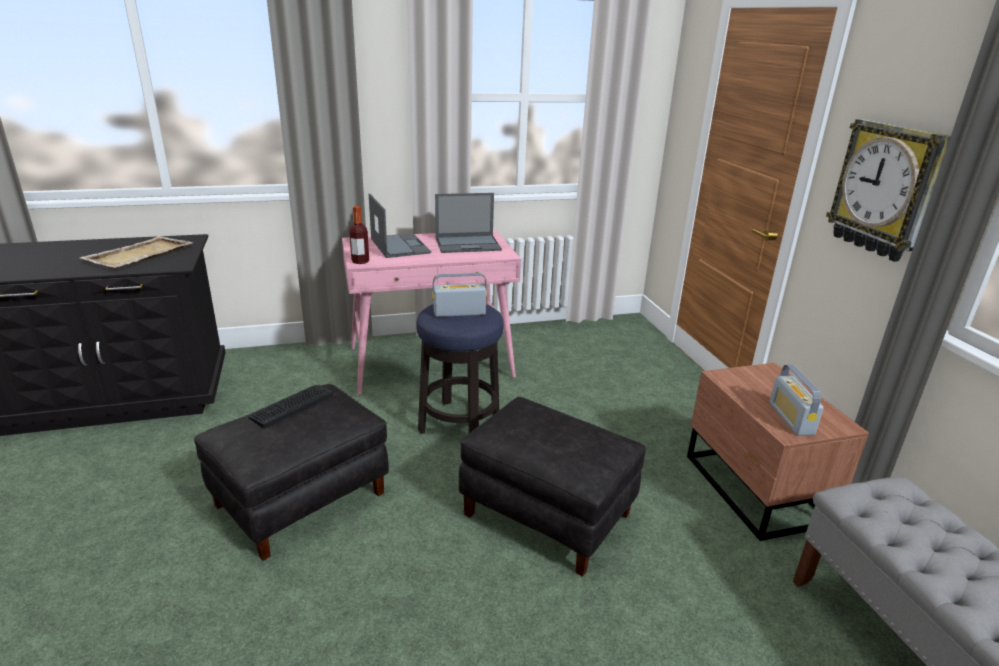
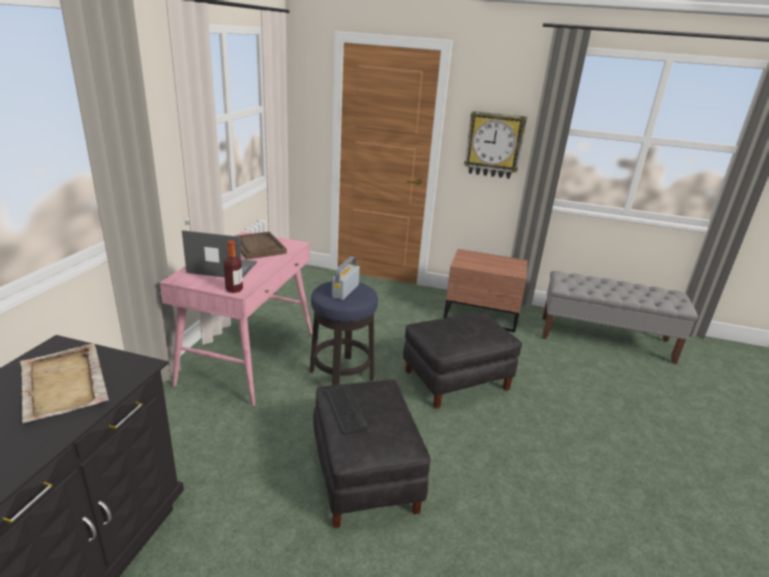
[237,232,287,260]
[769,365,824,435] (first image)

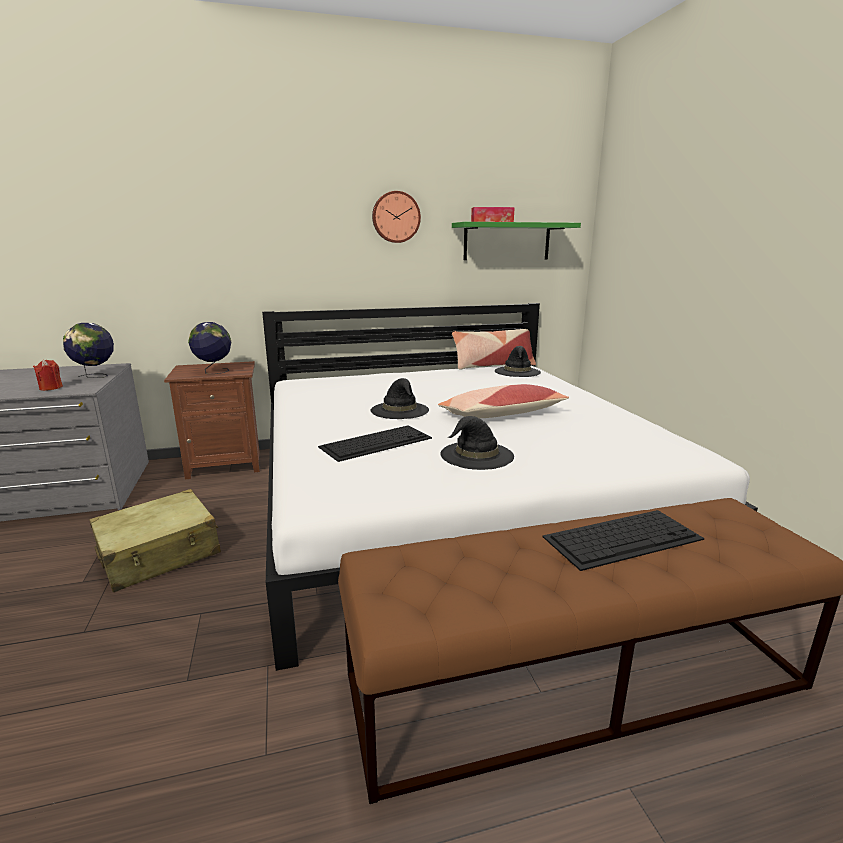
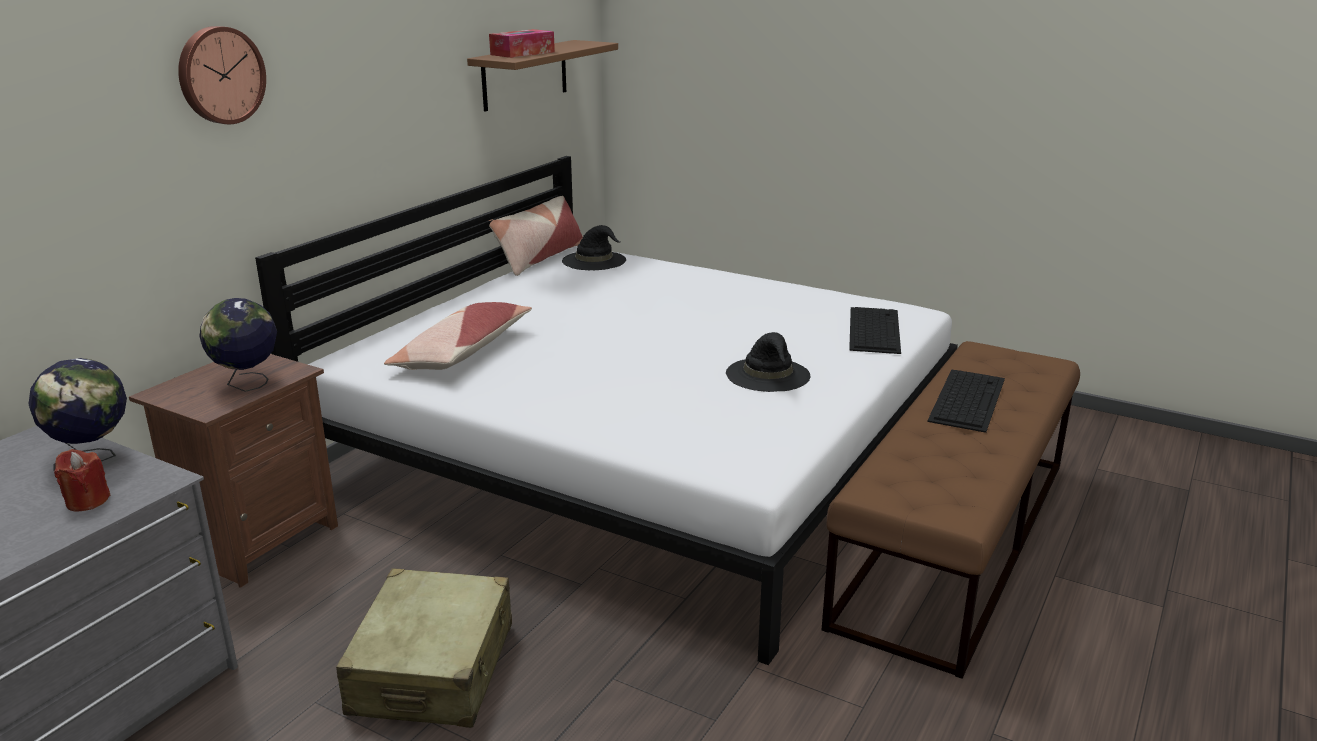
[849,307,901,354]
[370,378,429,419] (first image)
[178,26,266,124]
[384,302,532,370]
[467,40,618,111]

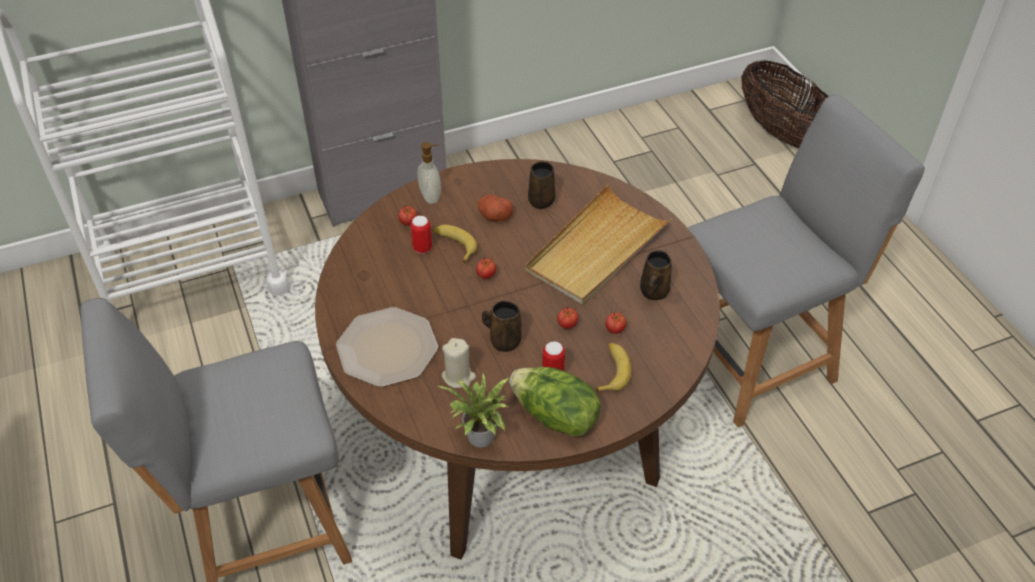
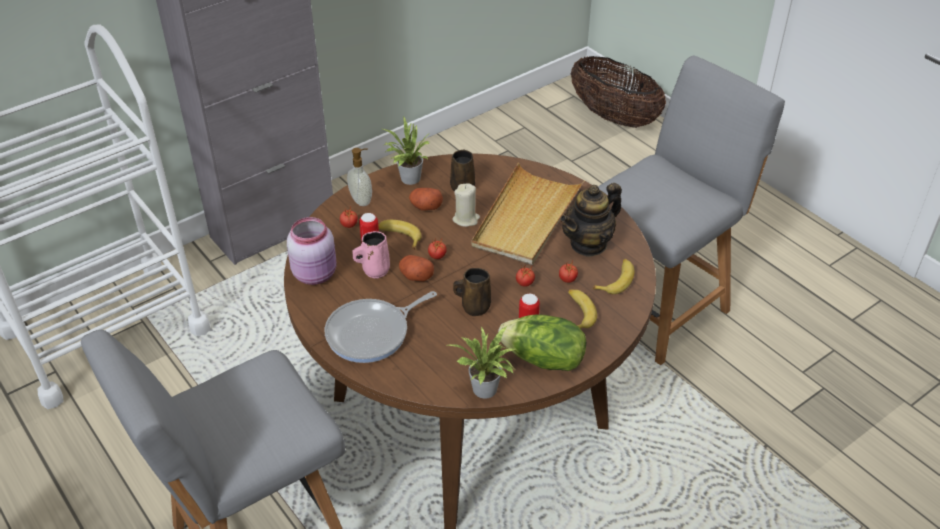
[325,291,437,363]
[452,184,480,227]
[560,183,622,257]
[287,217,337,285]
[352,231,390,279]
[383,116,430,185]
[399,255,434,281]
[593,259,634,294]

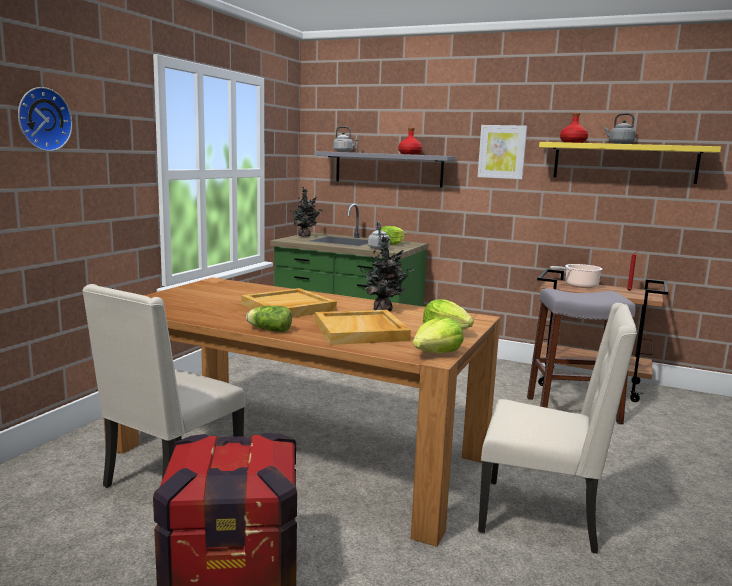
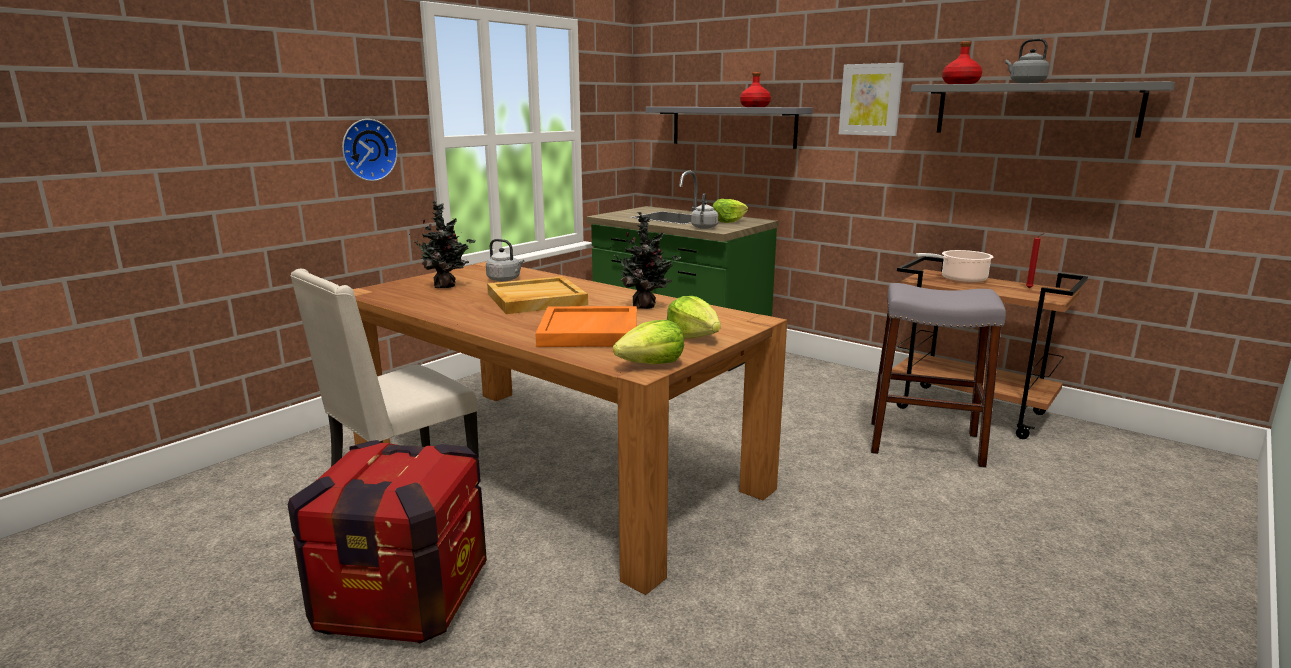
[342,119,398,181]
[246,306,292,332] (first image)
[409,201,475,288]
[535,306,637,347]
[486,239,524,281]
[478,303,637,554] (first image)
[911,81,1175,138]

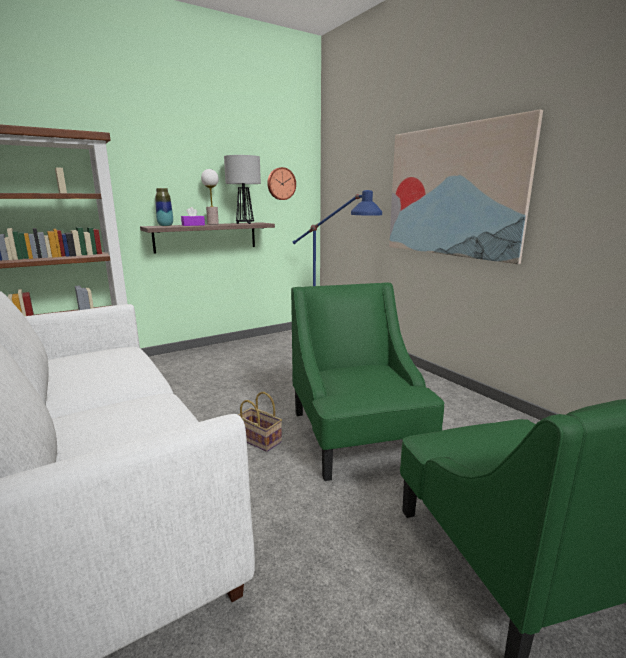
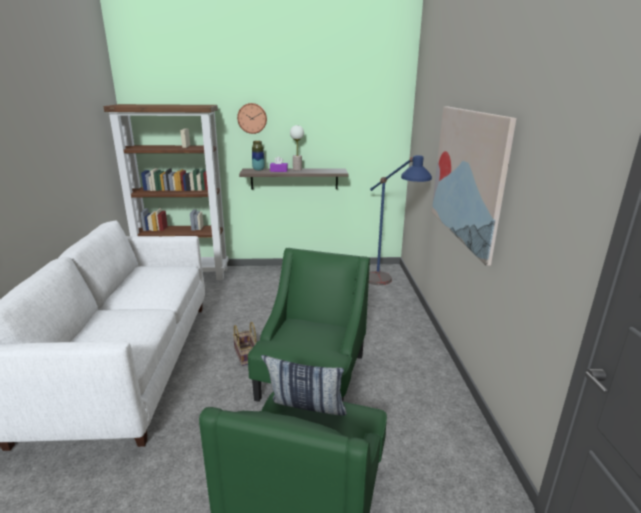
[224,155,261,224] (first image)
[237,103,267,134]
[261,355,347,416]

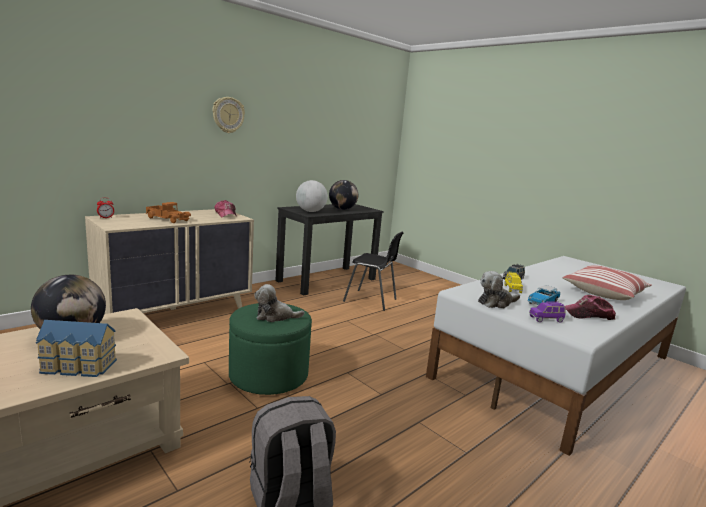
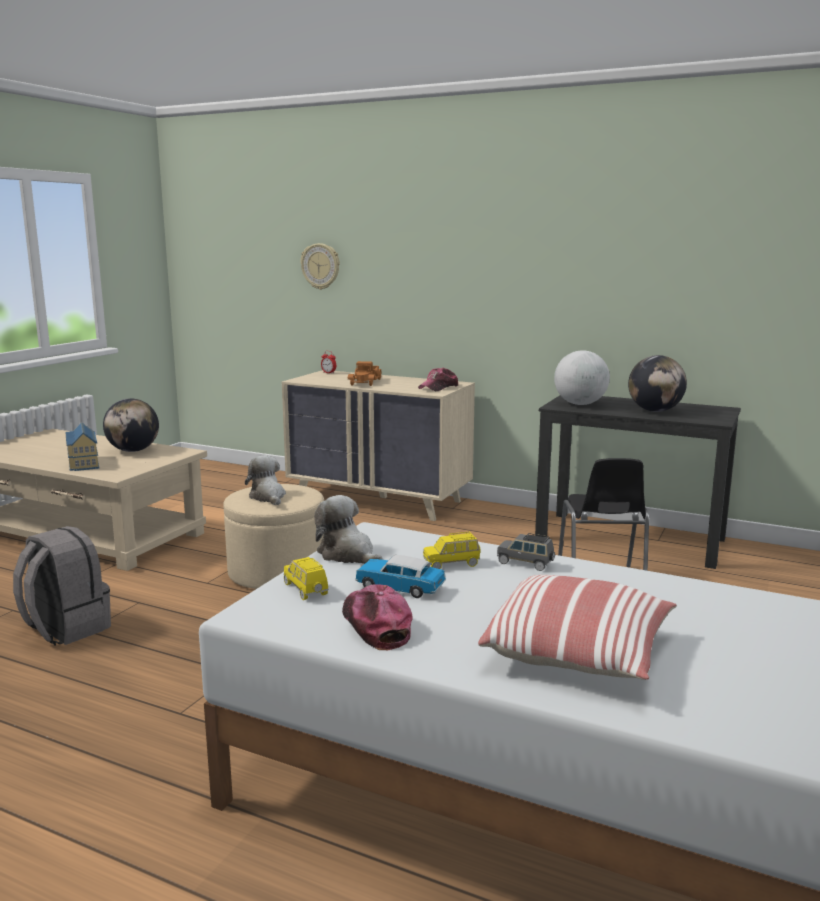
[301,243,340,290]
[223,484,324,589]
[284,557,328,600]

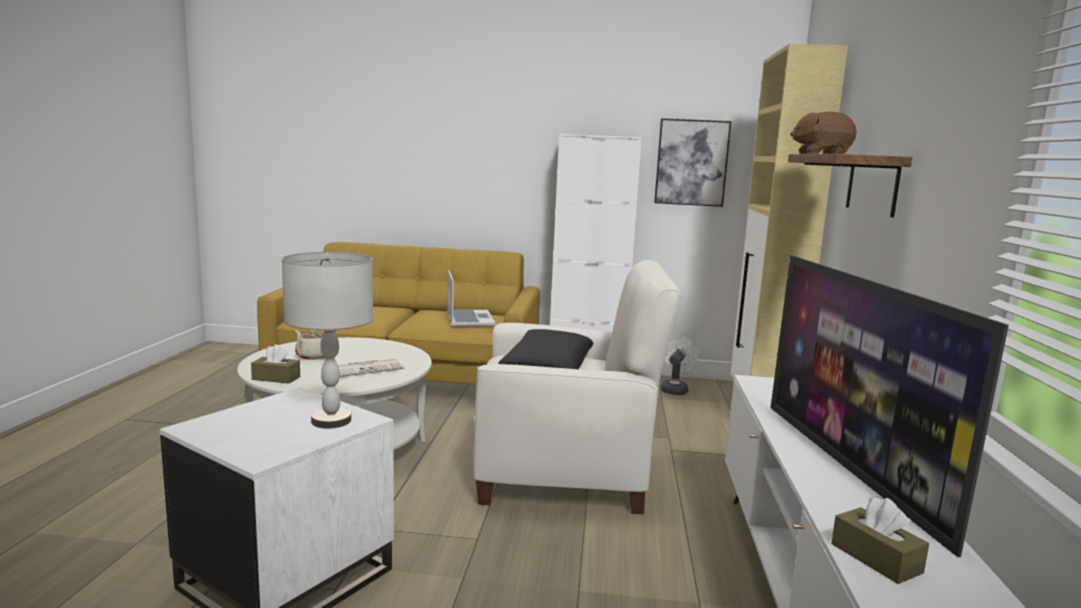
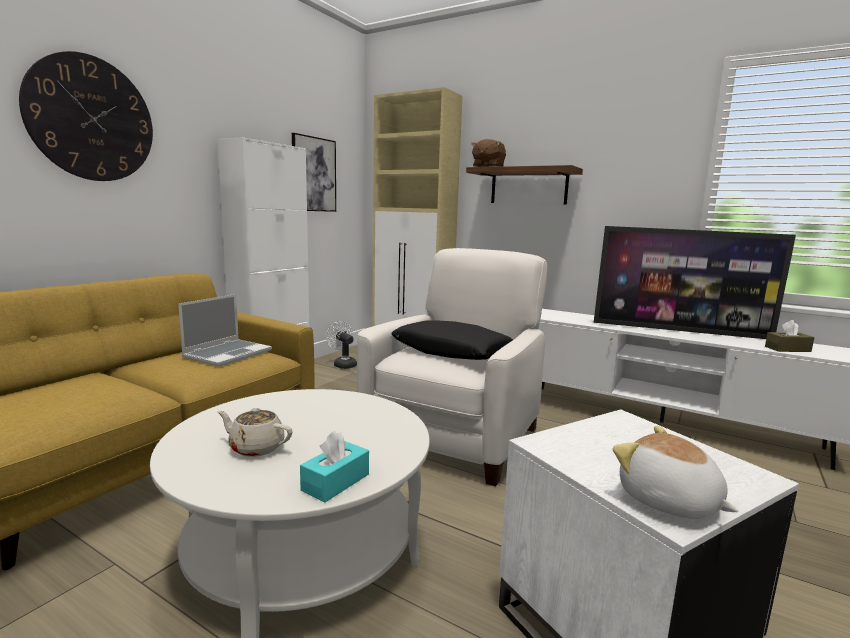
[300,431,369,502]
[282,252,373,429] (first image)
[217,408,293,457]
[338,358,405,377] (first image)
[178,294,272,367]
[19,51,153,181]
[613,426,738,519]

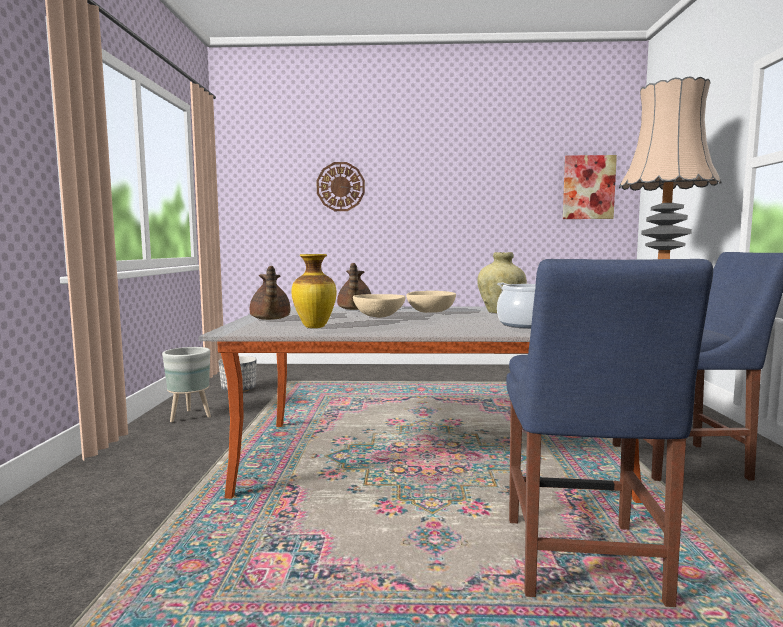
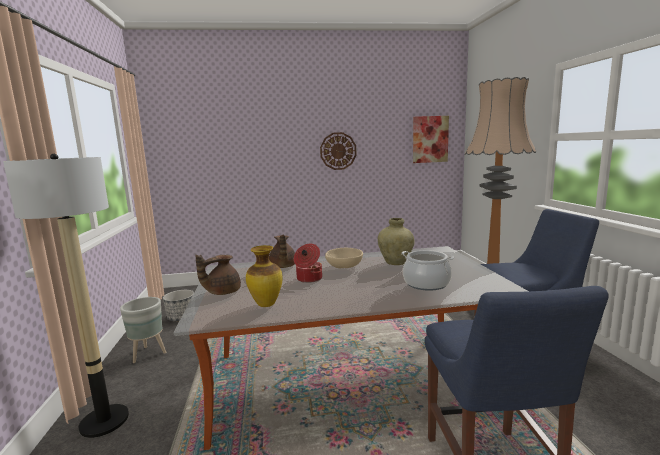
[195,255,241,295]
[320,132,356,170]
[294,244,322,283]
[3,154,129,438]

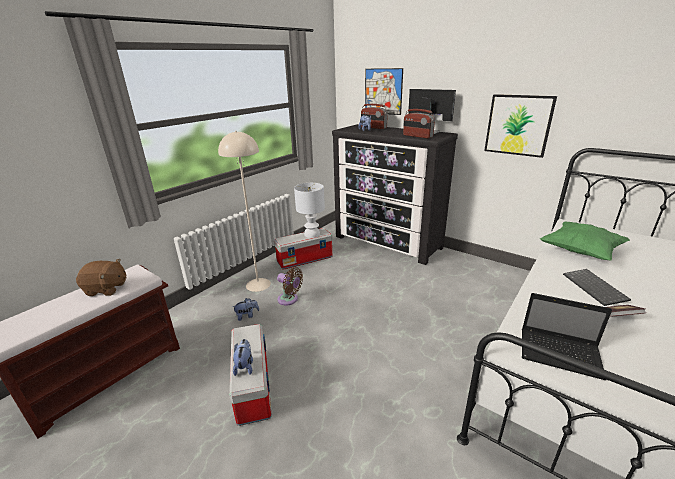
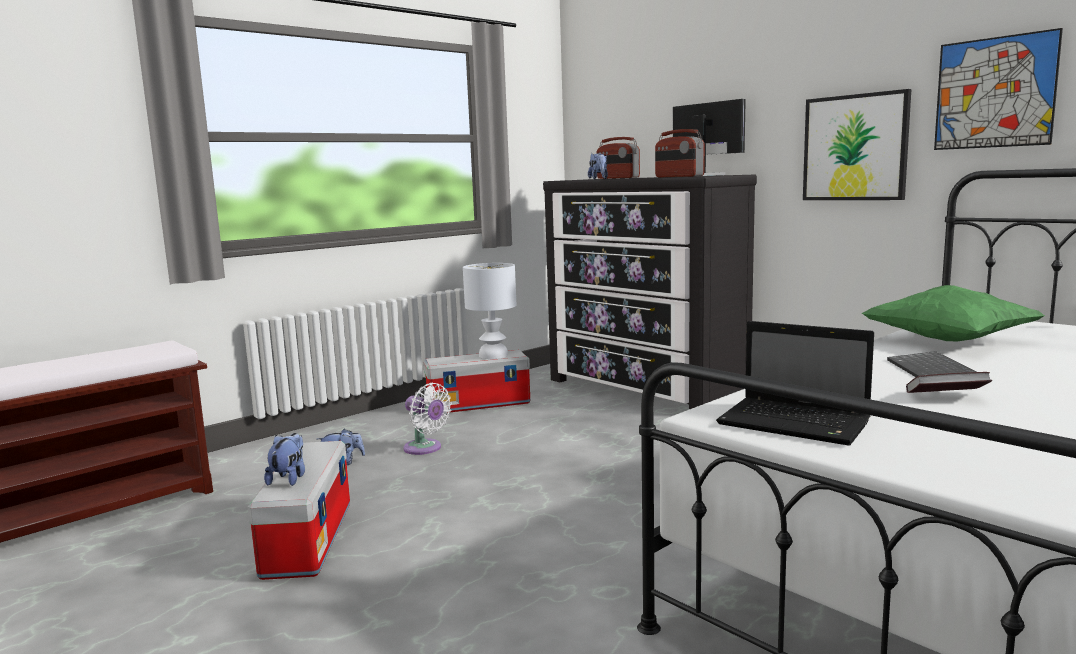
[76,259,127,296] (first image)
[218,131,271,292] (first image)
[403,383,452,455]
[934,28,1063,150]

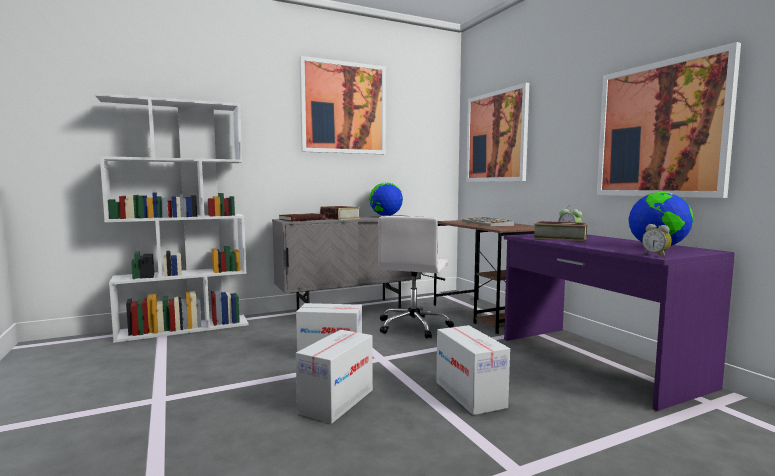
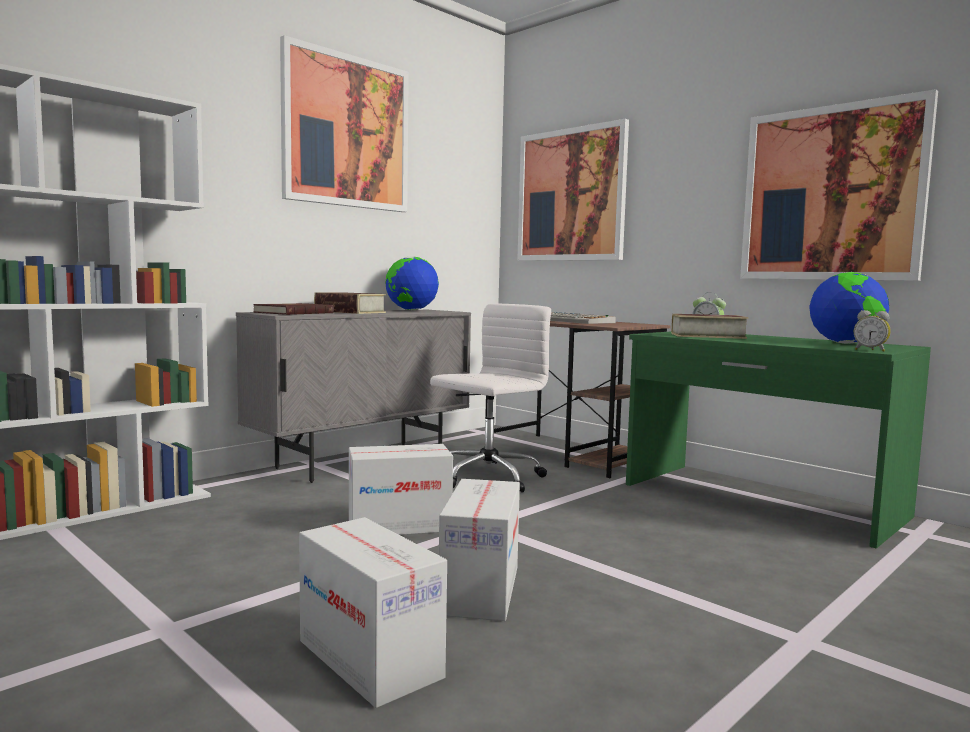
[430,303,551,492]
[299,517,447,708]
[626,331,931,549]

